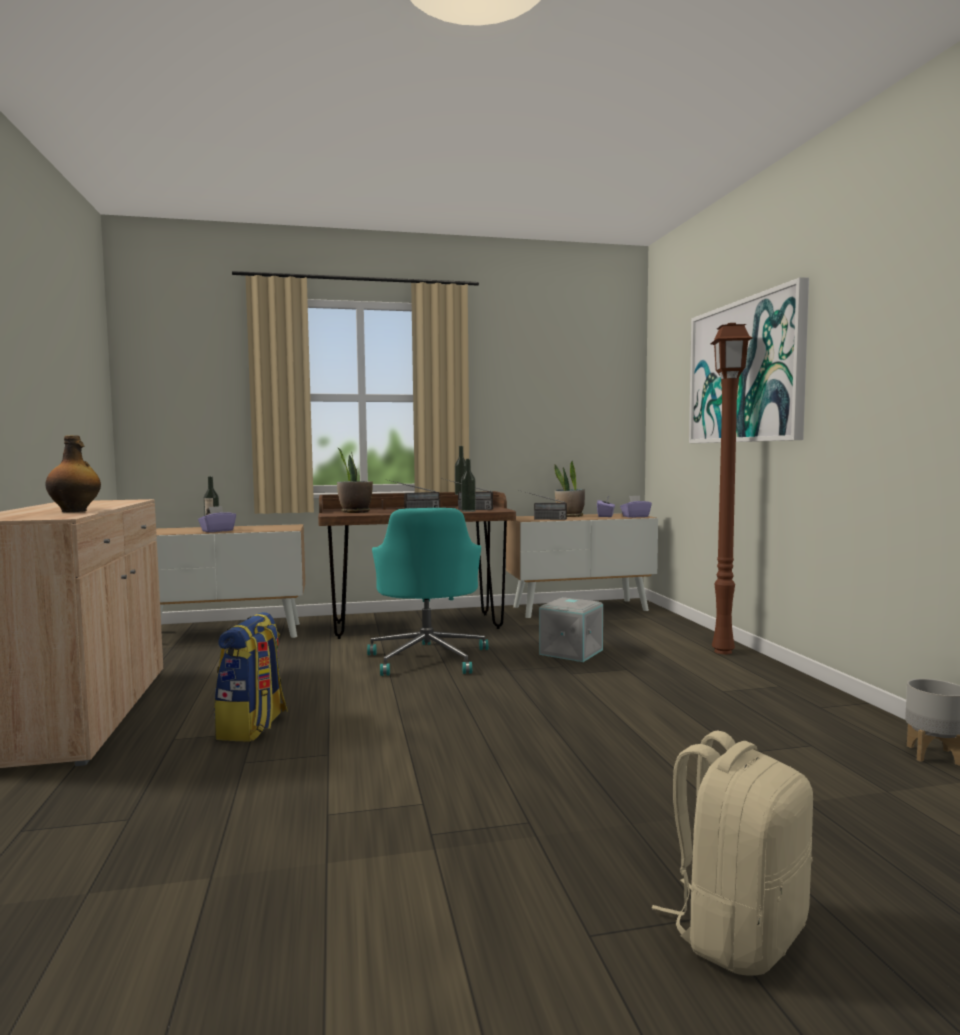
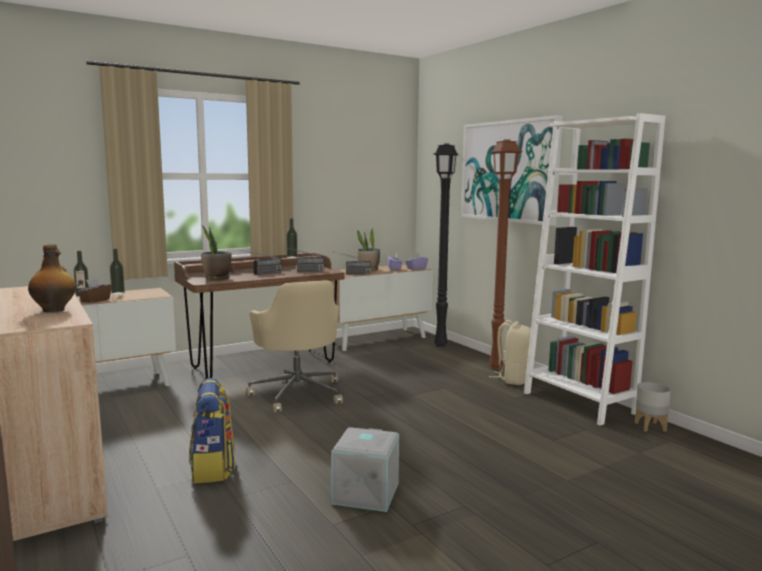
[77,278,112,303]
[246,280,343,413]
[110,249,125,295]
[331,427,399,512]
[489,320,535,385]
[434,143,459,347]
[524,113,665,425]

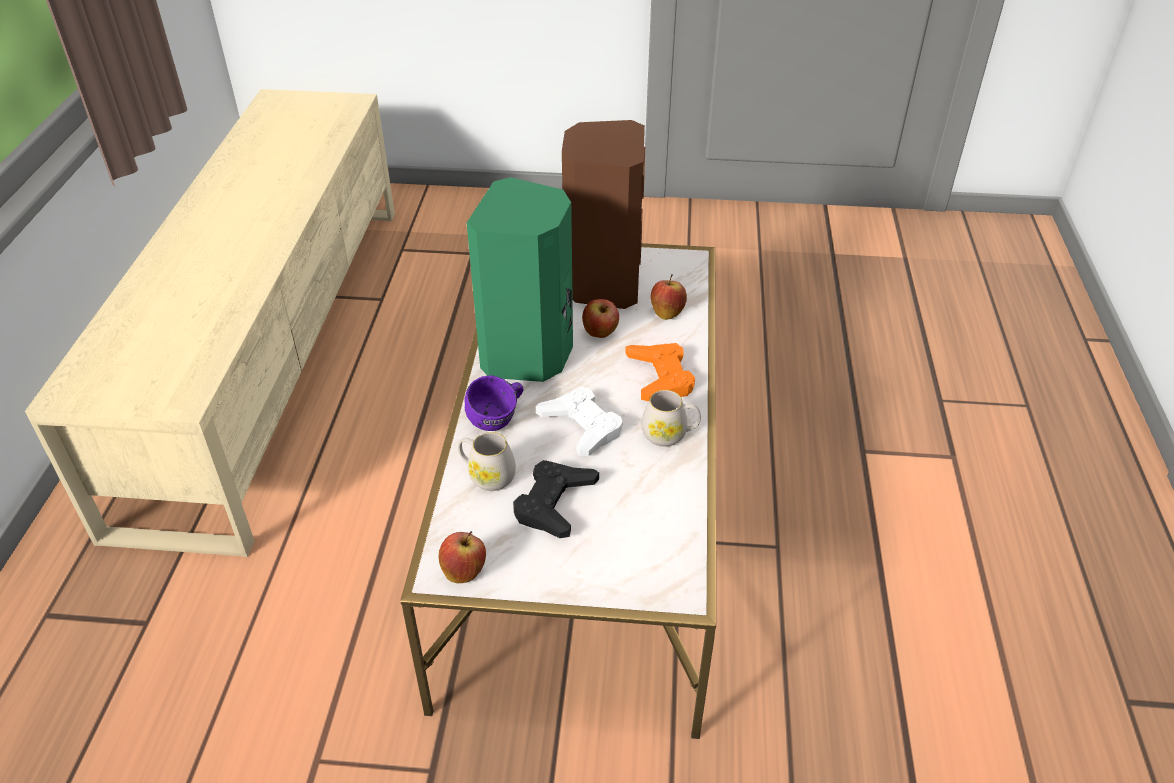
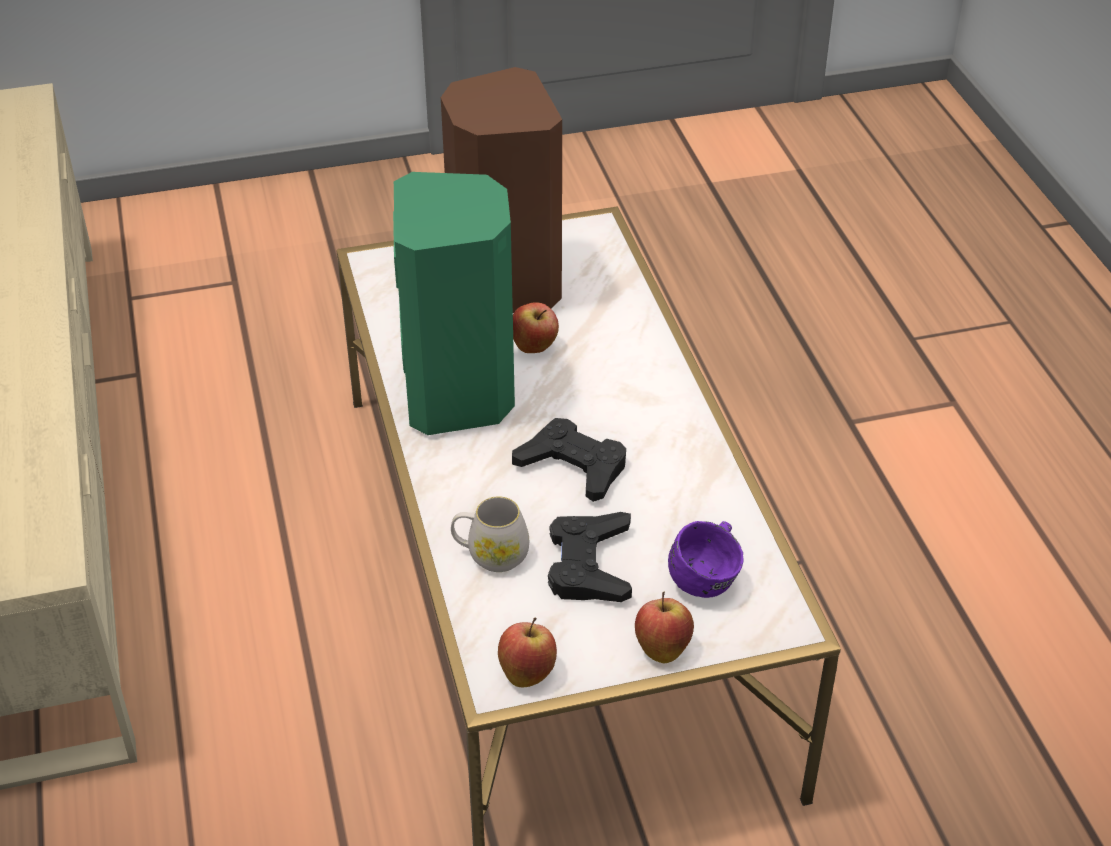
[668,521,744,598]
[512,418,626,502]
[625,343,695,401] (first image)
[642,390,701,447] (first image)
[635,591,694,663]

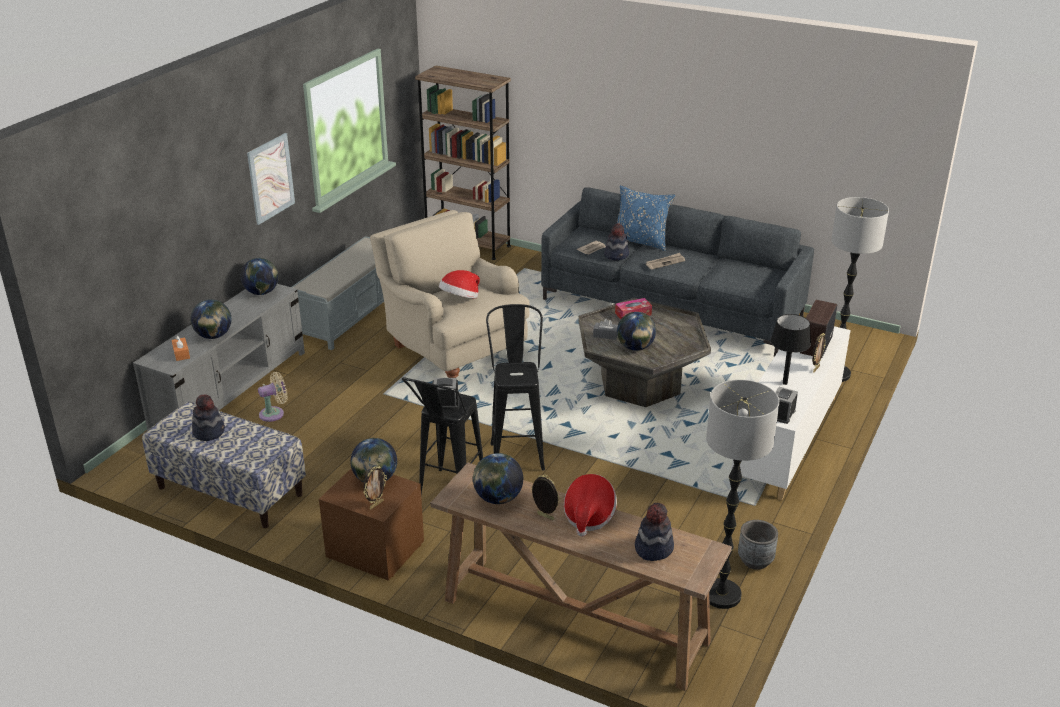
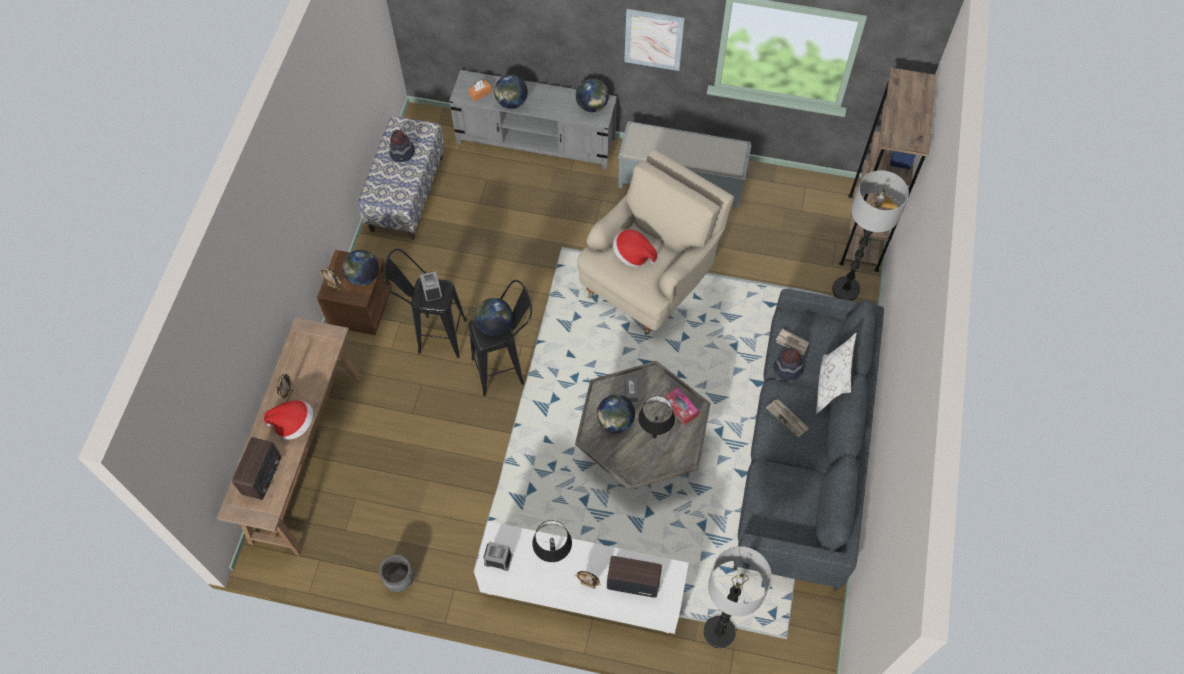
[258,372,288,422] (first image)
[475,298,513,336]
[816,333,857,414]
[232,437,281,500]
[832,170,909,301]
[638,396,675,438]

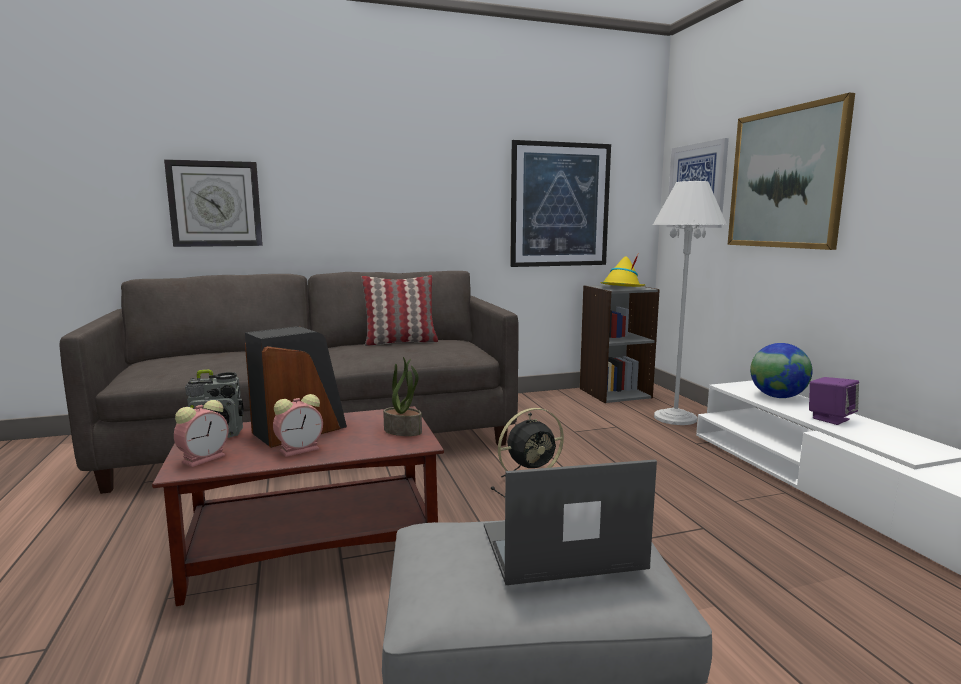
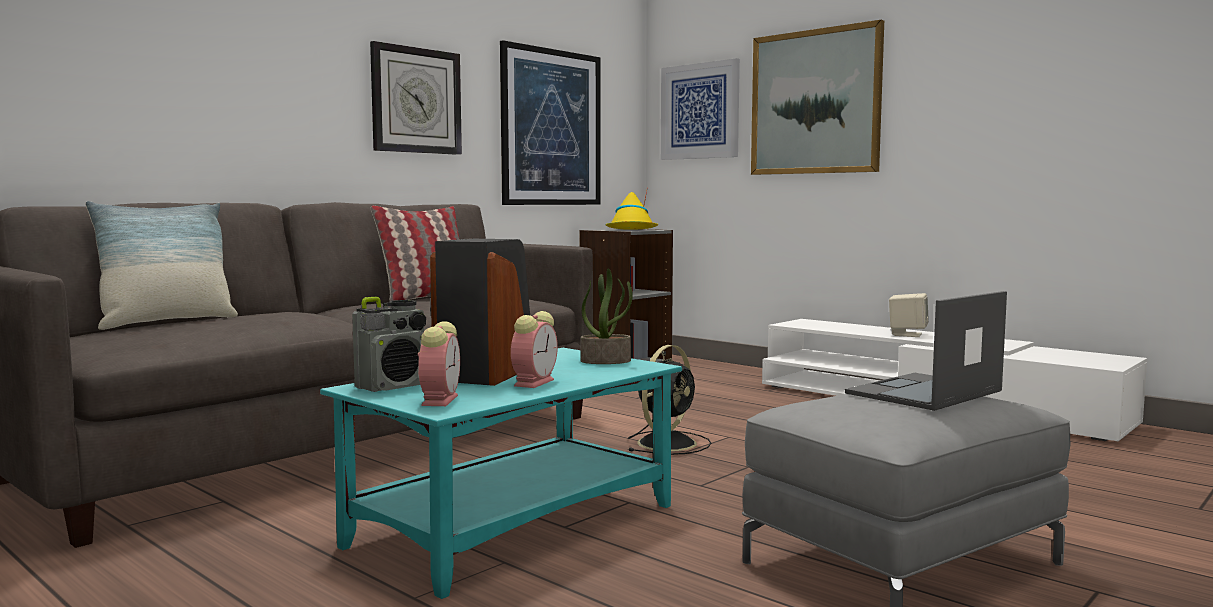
[320,348,682,599]
[370,41,462,155]
[653,181,727,425] (first image)
[750,343,812,398] (first image)
[889,293,929,337]
[85,201,238,330]

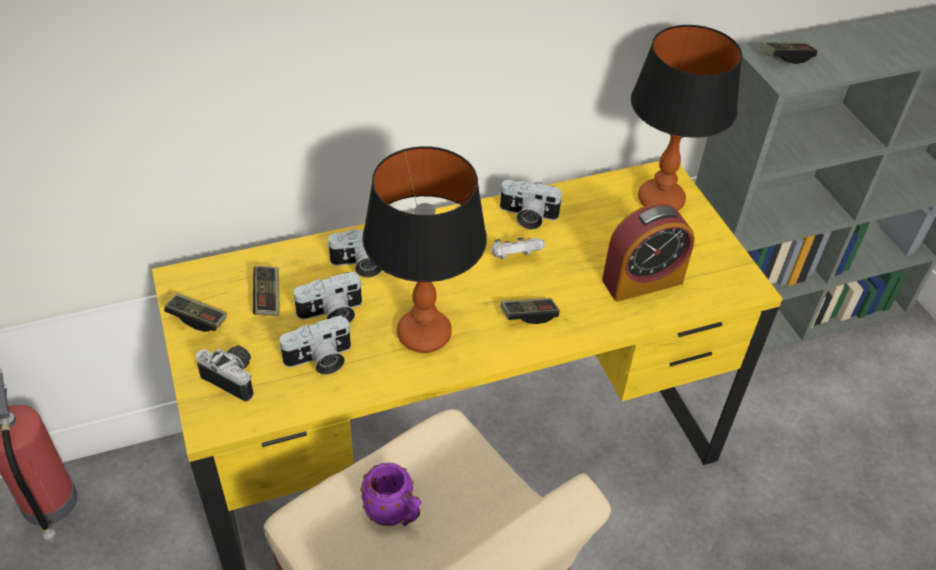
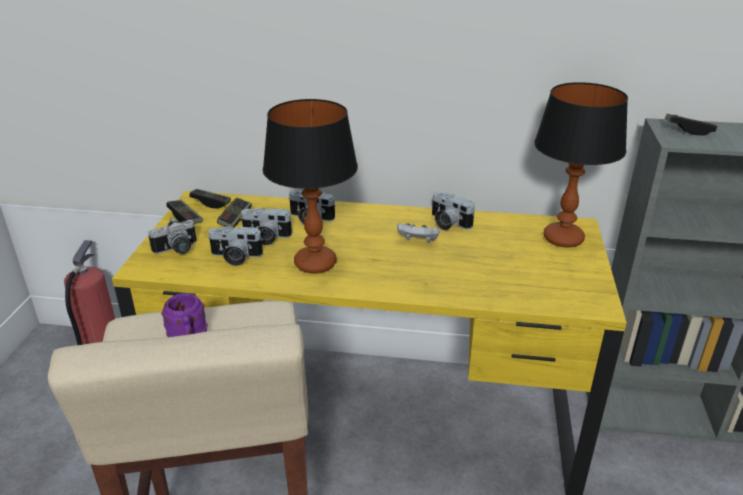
[148,218,196,254]
[189,189,231,209]
[602,203,695,301] (first image)

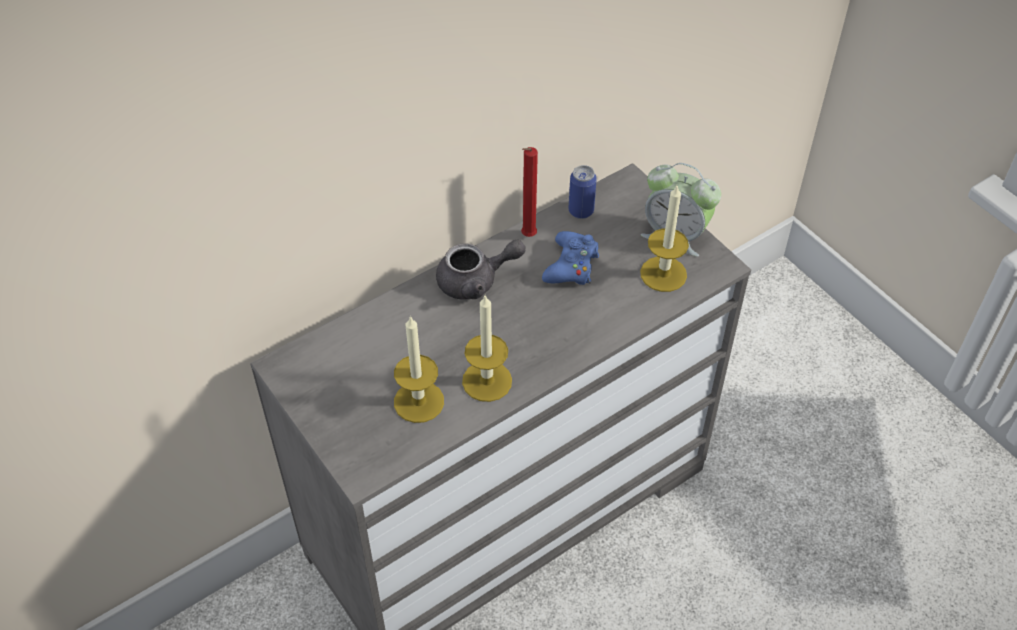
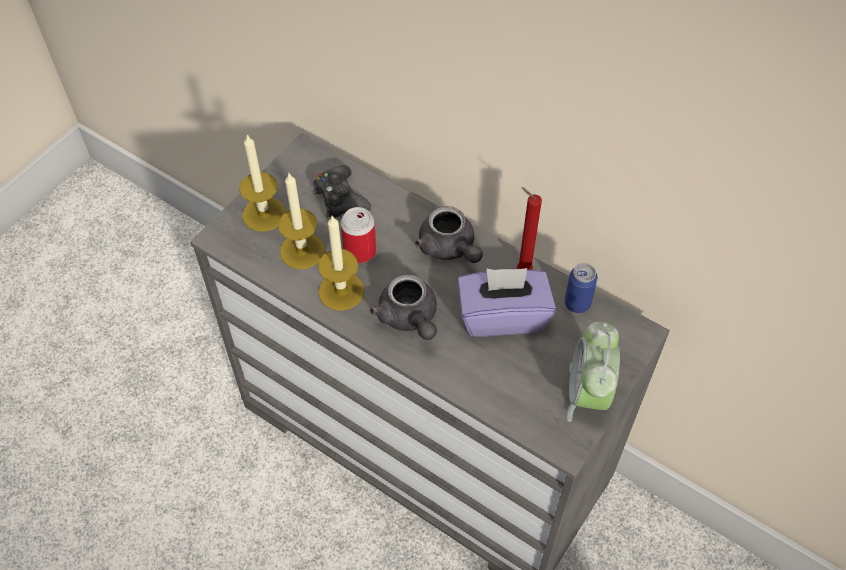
[457,268,556,337]
[239,134,286,232]
[313,165,371,218]
[341,207,376,263]
[370,274,437,340]

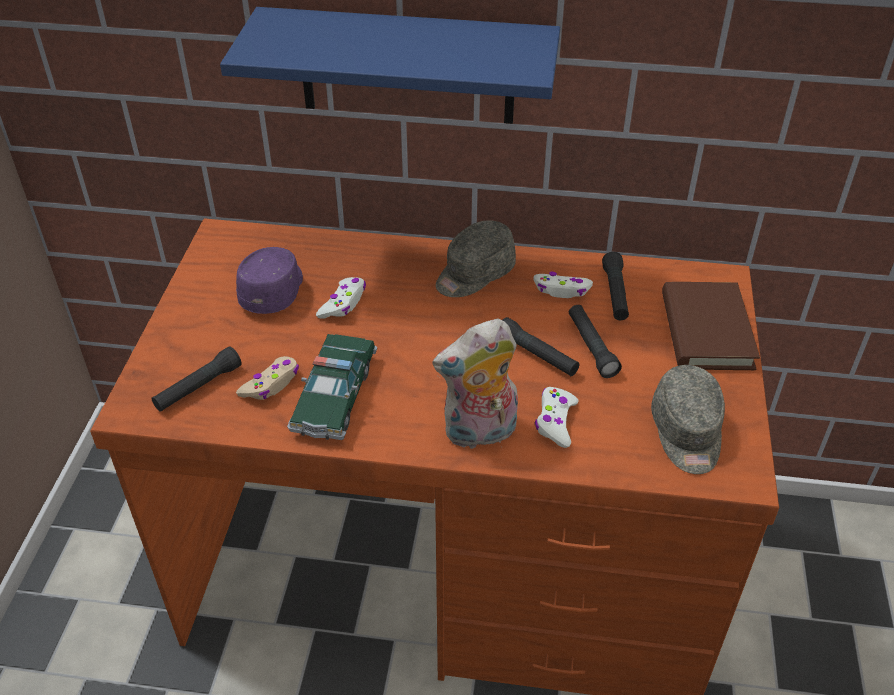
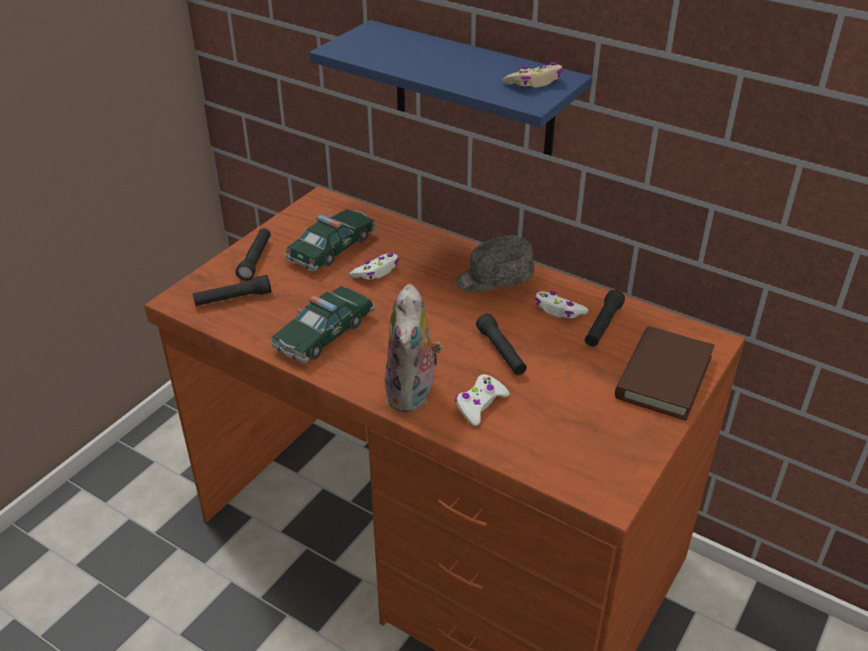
[285,209,376,272]
[503,62,563,88]
[385,284,443,412]
[236,228,271,281]
[651,365,725,474] (first image)

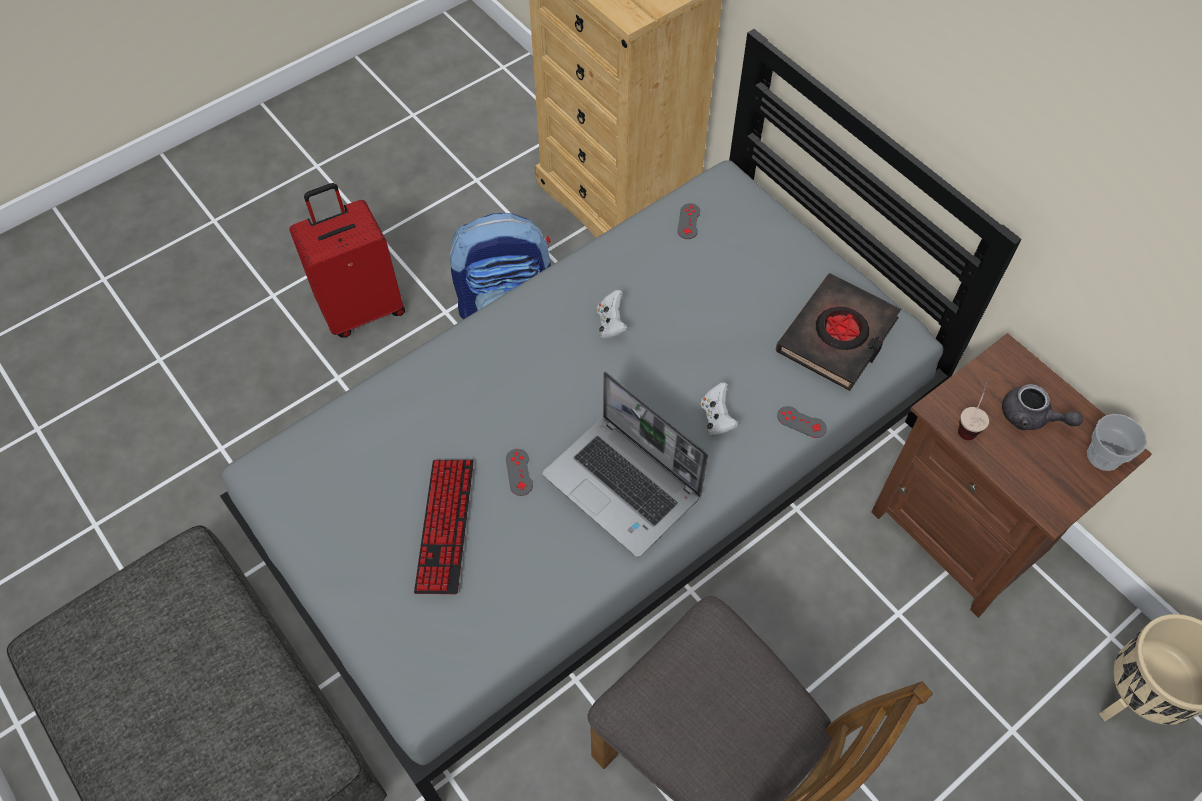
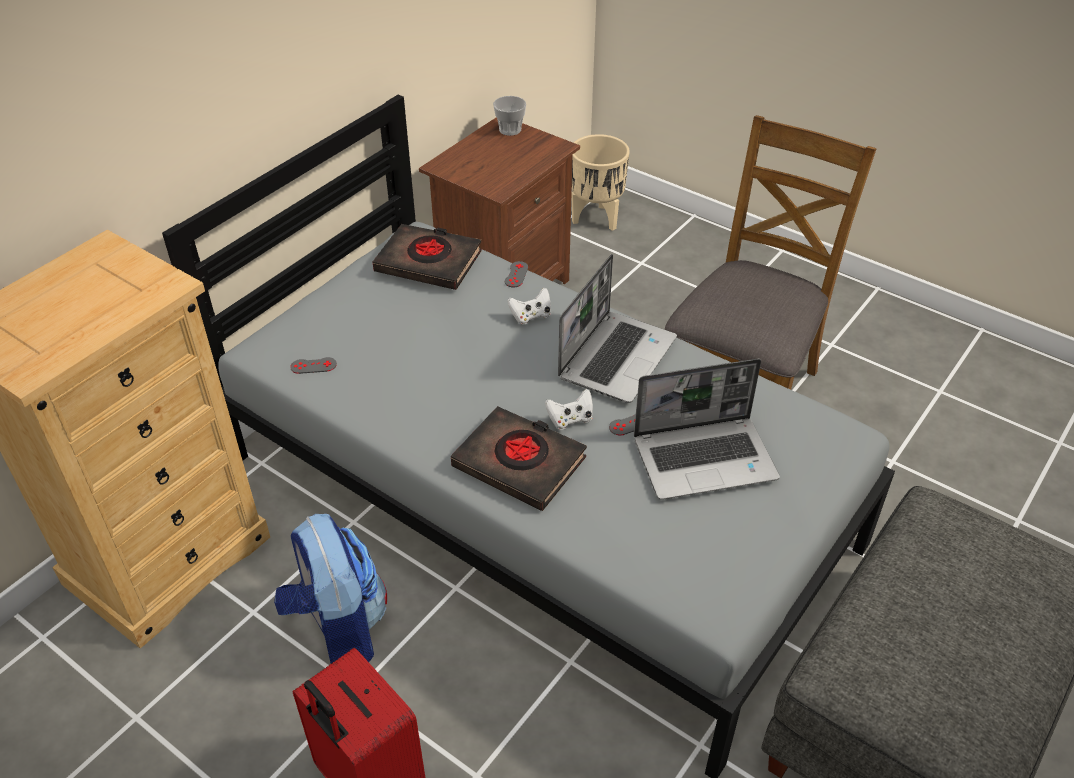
[634,359,780,500]
[545,389,593,430]
[958,379,989,440] (first image)
[1002,384,1083,430] (first image)
[451,406,587,511]

